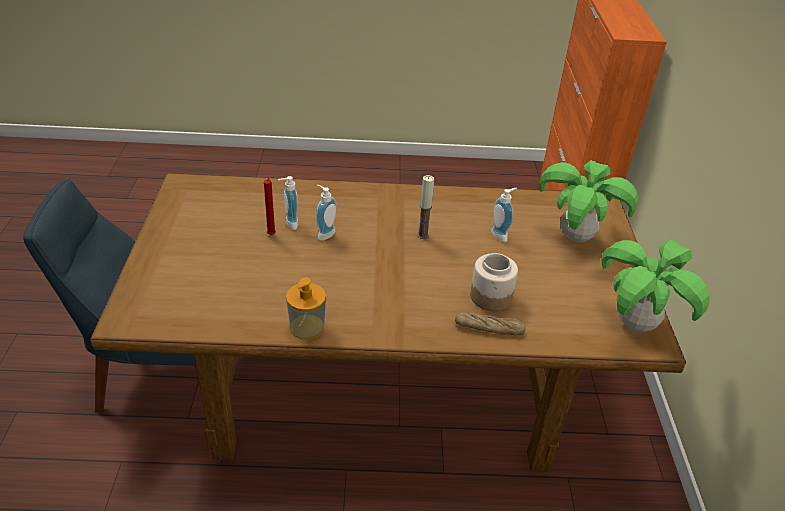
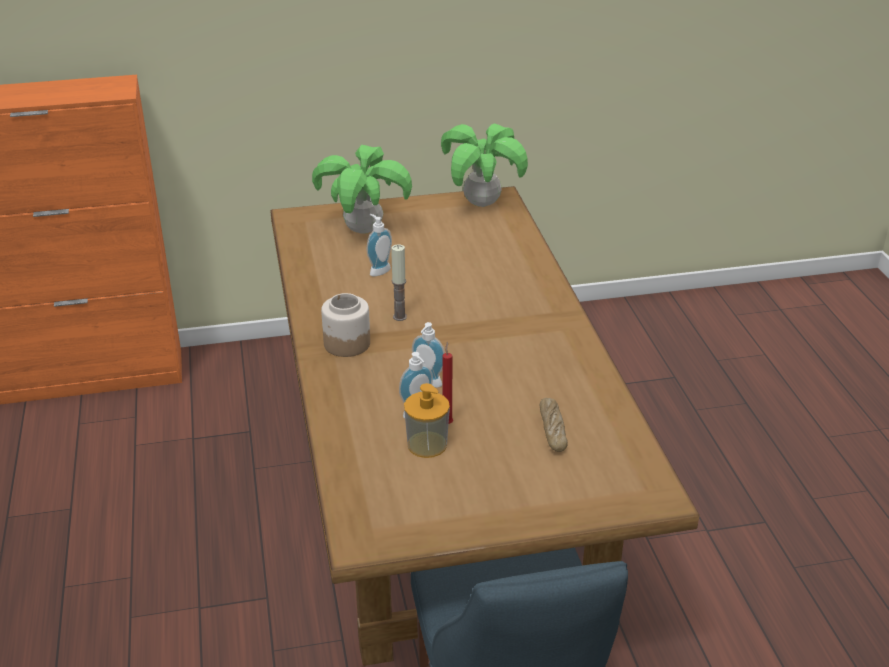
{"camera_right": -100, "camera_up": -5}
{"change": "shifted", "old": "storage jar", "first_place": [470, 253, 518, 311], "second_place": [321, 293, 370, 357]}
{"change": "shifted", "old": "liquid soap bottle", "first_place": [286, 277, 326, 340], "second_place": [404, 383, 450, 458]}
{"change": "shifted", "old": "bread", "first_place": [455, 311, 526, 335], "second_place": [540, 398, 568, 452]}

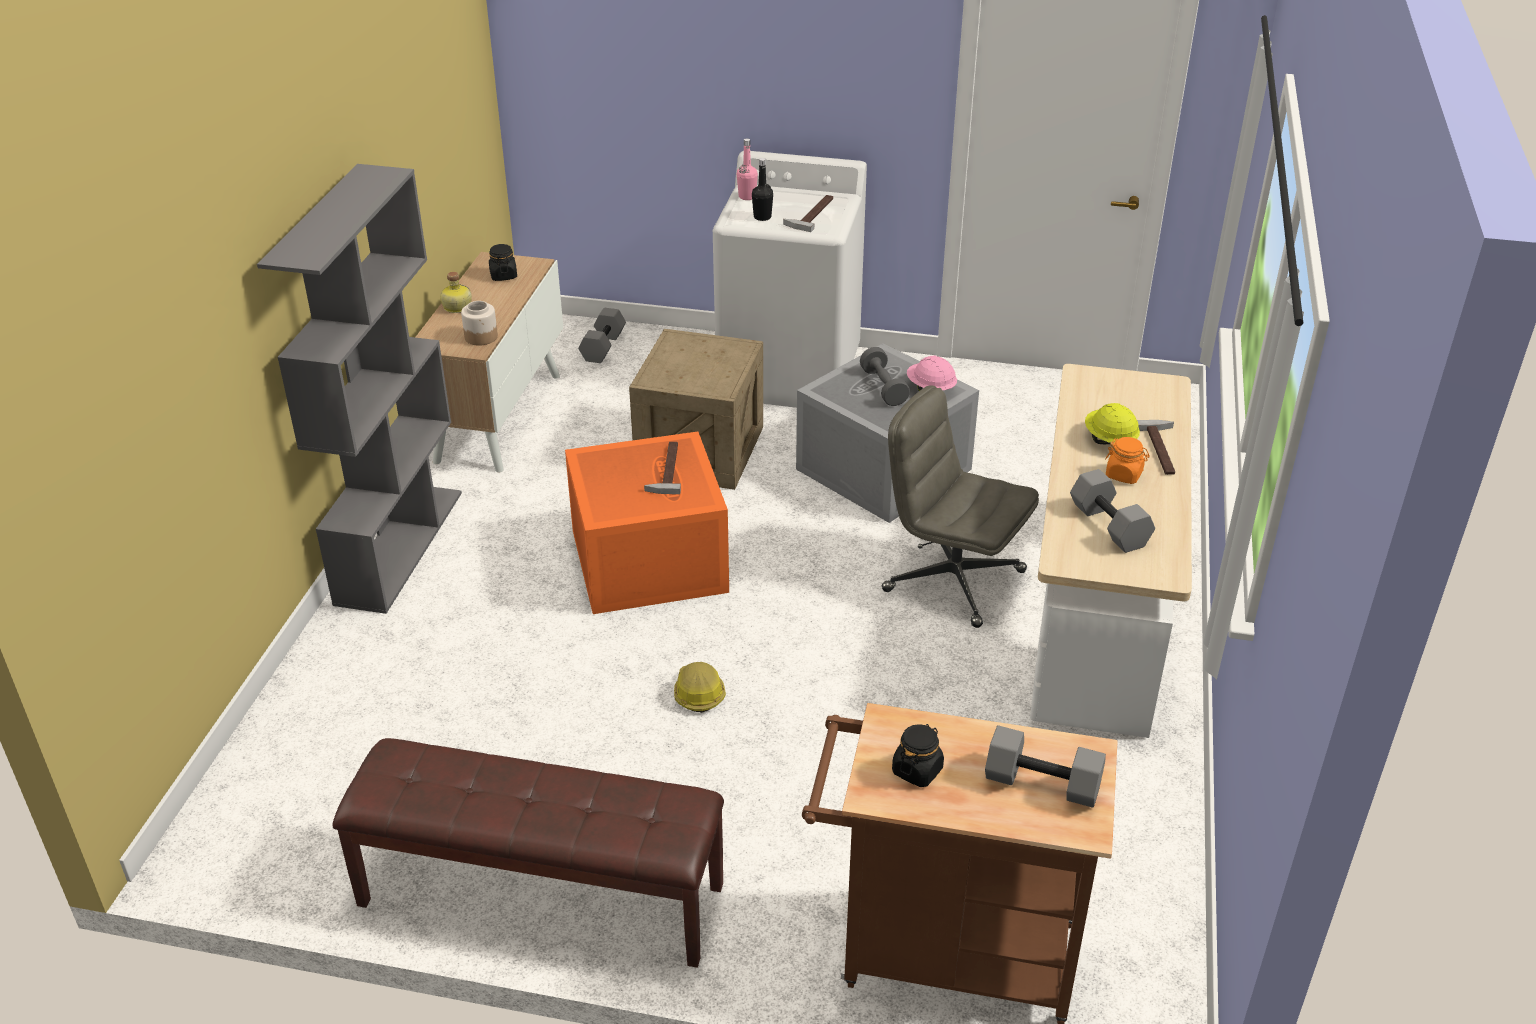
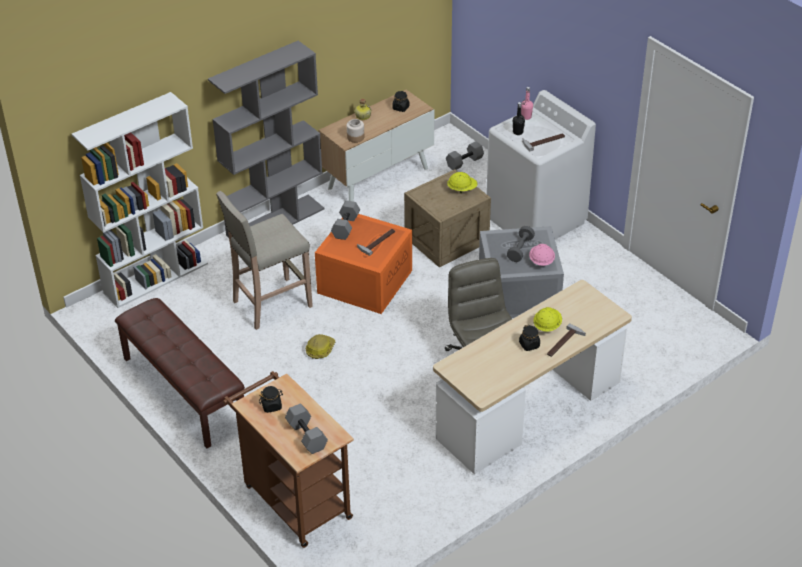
{"camera_right": 40, "camera_up": 5}
{"change": "new", "new": "whitish bookcase", "second_place": [72, 92, 208, 308]}
{"change": "new", "new": "beige-coloured stool seat", "second_place": [216, 191, 313, 330]}
{"change": "shifted", "old": "gray free weight", "first_place": [1070, 469, 1155, 553], "second_place": [331, 200, 360, 240]}
{"change": "new", "new": "yellow-coloured hard hat", "second_place": [447, 172, 478, 194]}
{"change": "repainted", "old": "orange storage jar", "new": "black-coloured storage jar", "first_place": [1105, 437, 1150, 484], "second_place": [519, 325, 540, 351]}

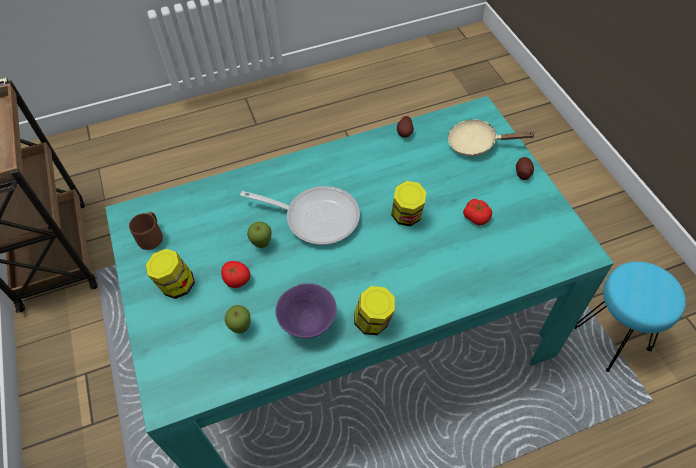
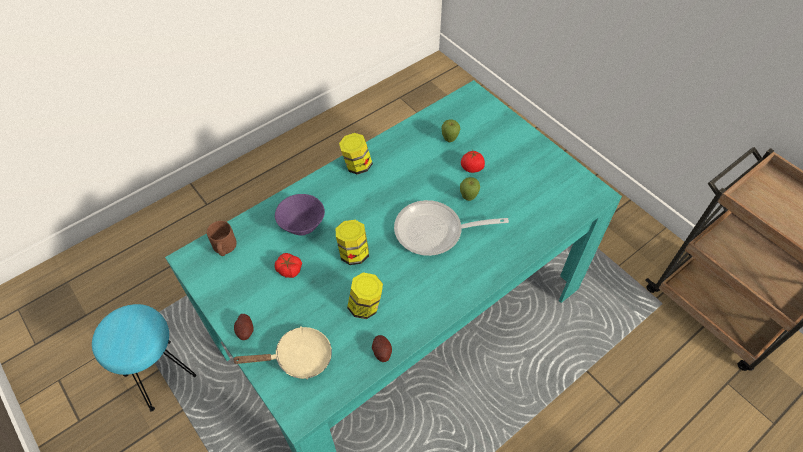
{"camera_right": 160, "camera_up": 0}
{"change": "shifted", "old": "brown tea mug", "first_place": [129, 212, 163, 250], "second_place": [207, 221, 237, 256]}
{"change": "shifted", "old": "purplish serving bowl", "first_place": [275, 283, 336, 338], "second_place": [275, 194, 325, 236]}
{"change": "shifted", "old": "storage jar", "first_place": [146, 249, 195, 299], "second_place": [347, 272, 383, 319]}

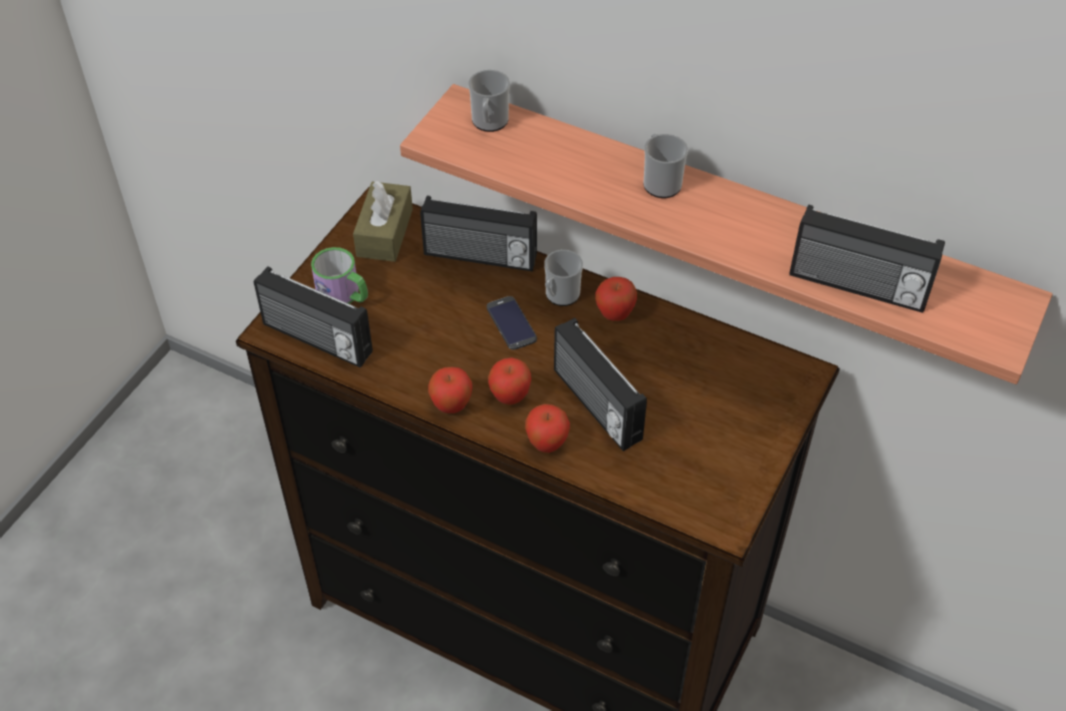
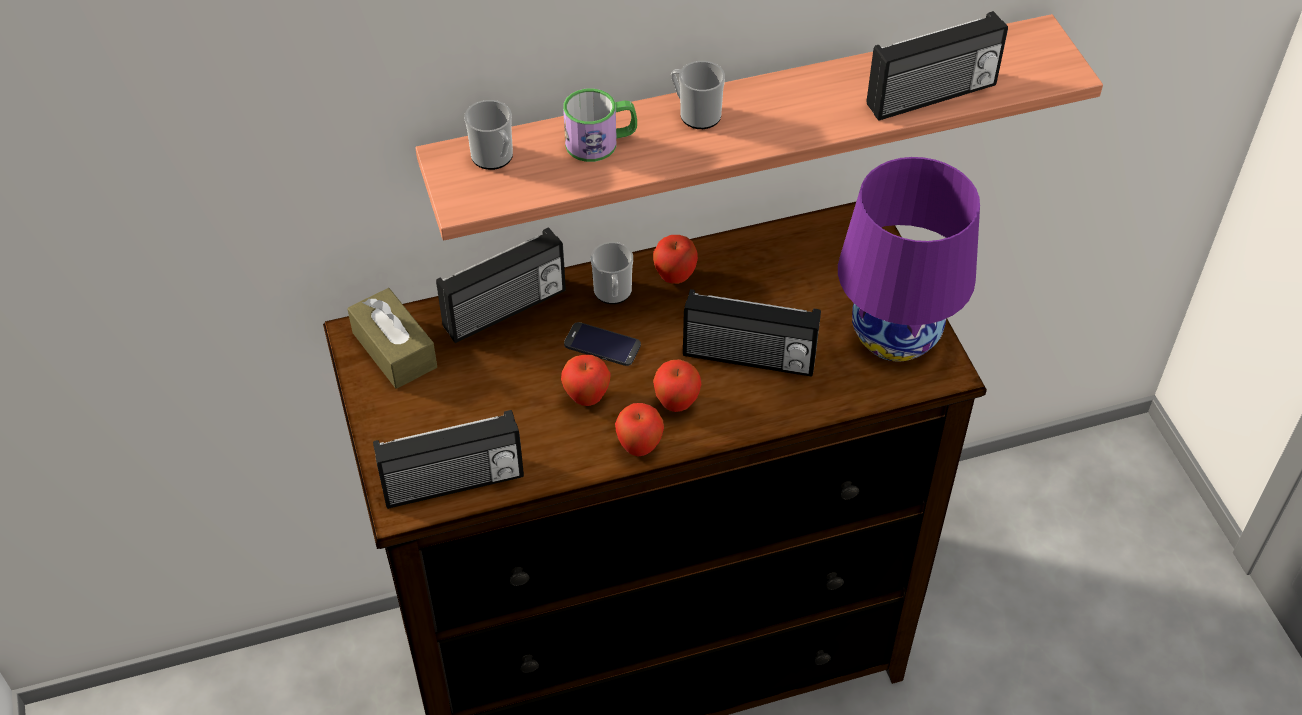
{"camera_right": -45, "camera_up": 0}
{"change": "shifted", "old": "apple fruit", "first_place": [525, 404, 570, 453], "second_place": [561, 355, 611, 406]}
{"change": "shifted", "old": "tea mug", "first_place": [311, 247, 368, 304], "second_place": [563, 88, 637, 162]}
{"change": "new", "new": "purplish table lamp", "second_place": [838, 157, 980, 362]}

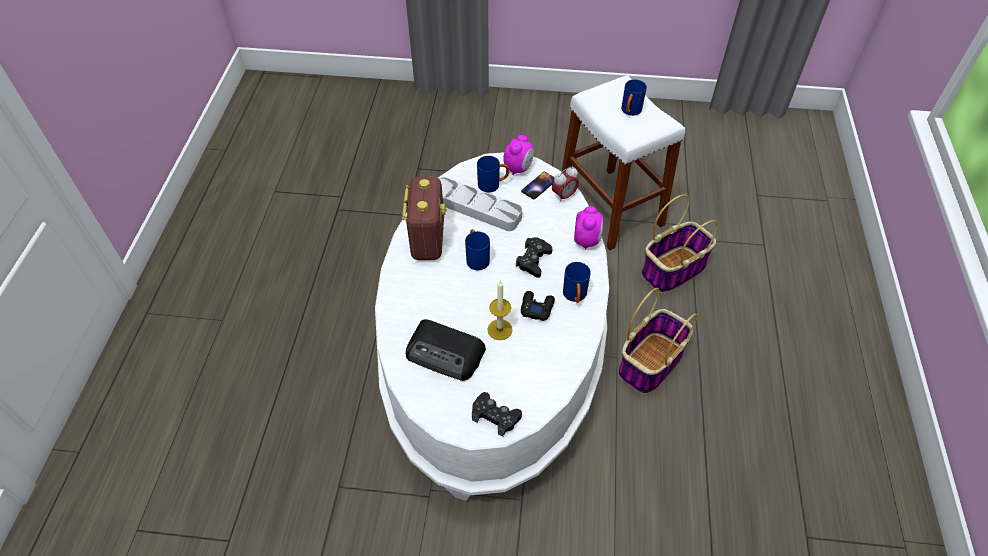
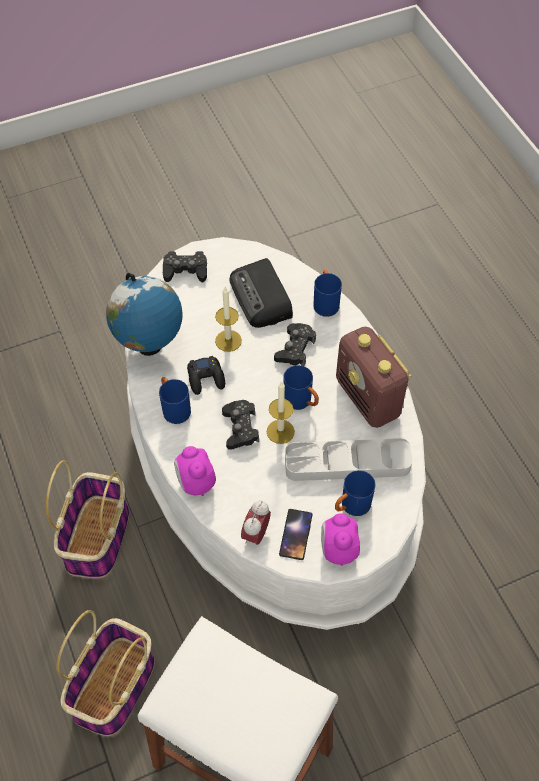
{"camera_right": 150, "camera_up": 5}
{"change": "new", "new": "desk globe", "second_place": [106, 273, 183, 356]}
{"change": "rotated", "old": "radio set", "first_place": [406, 319, 486, 381], "second_place": [229, 258, 293, 328], "degrees": -105}
{"change": "new", "new": "candle", "second_place": [267, 381, 295, 444]}
{"change": "new", "new": "black-coloured gamepad", "second_place": [274, 323, 316, 366]}
{"change": "shifted", "old": "blue tea mug", "first_place": [621, 79, 647, 116], "second_place": [313, 270, 342, 317]}

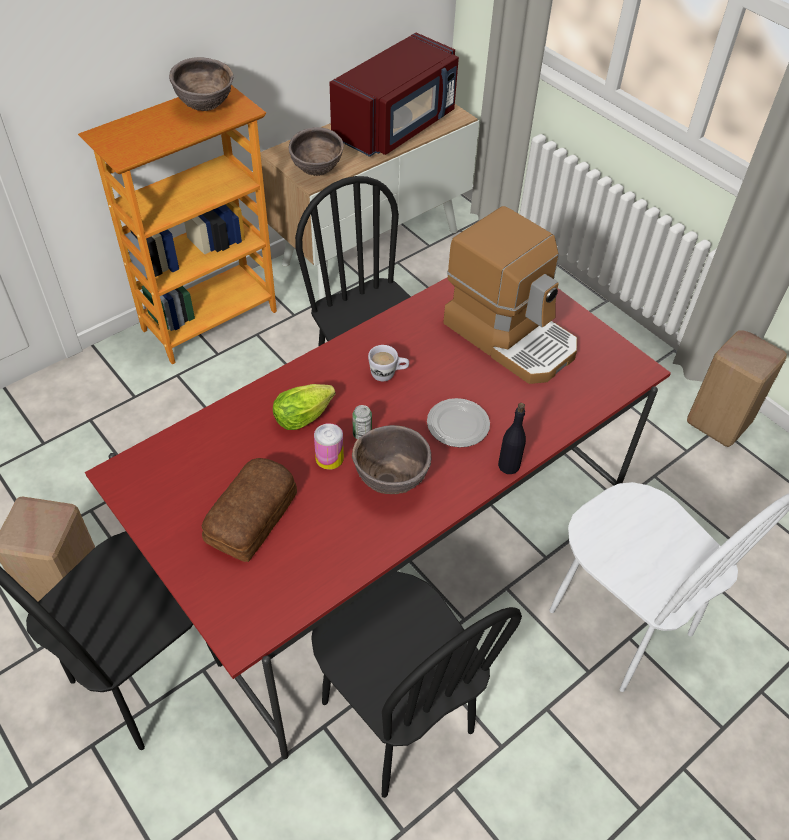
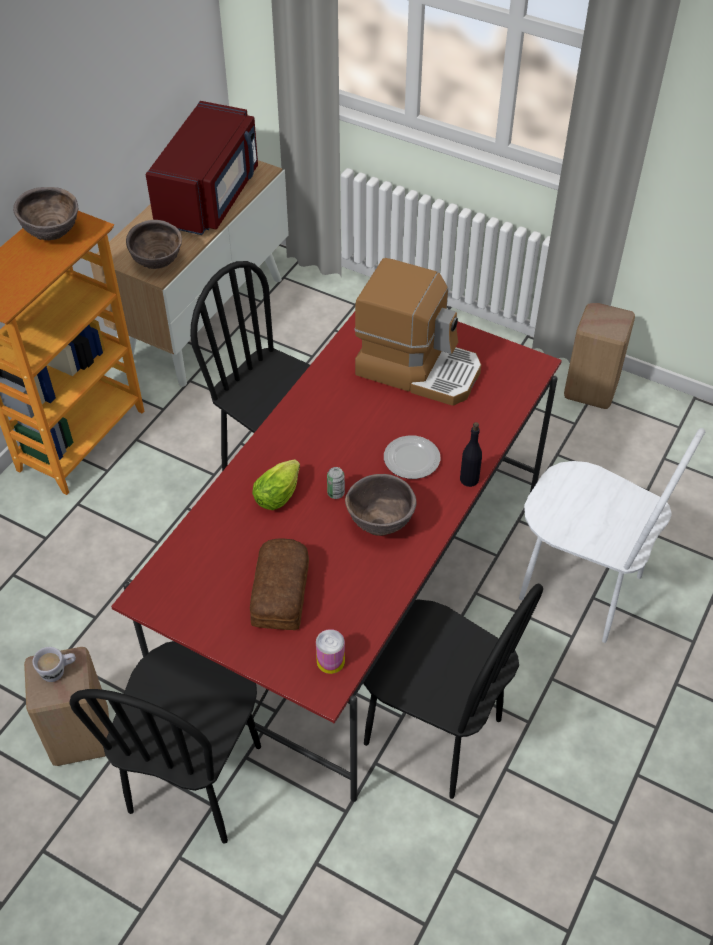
{"camera_right": -20, "camera_up": 0}
{"change": "shifted", "old": "whitish tea mug", "first_place": [368, 345, 409, 382], "second_place": [33, 647, 76, 682]}
{"change": "shifted", "old": "sealed can", "first_place": [314, 423, 344, 470], "second_place": [316, 629, 345, 674]}

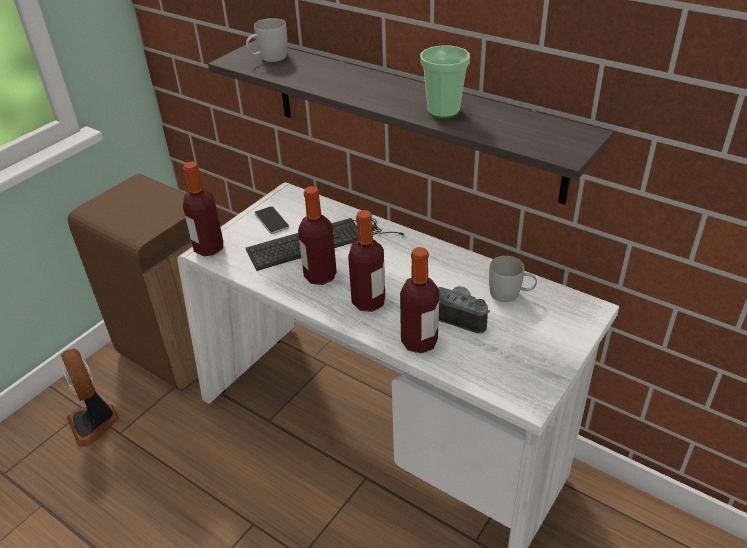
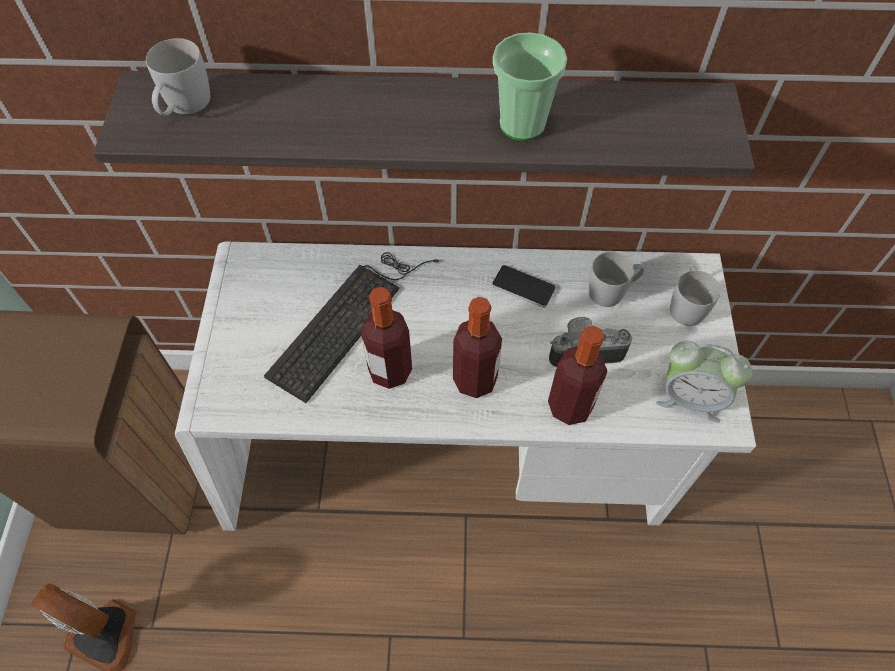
{"camera_right": -35, "camera_up": 20}
{"change": "shifted", "old": "telephone", "first_place": [255, 206, 289, 234], "second_place": [492, 265, 556, 308]}
{"change": "new", "new": "table clock", "second_place": [656, 341, 753, 423]}
{"change": "new", "new": "whitish tea mug", "second_place": [670, 266, 721, 326]}
{"change": "gone", "old": "beverage bottle", "first_place": [183, 162, 223, 256]}

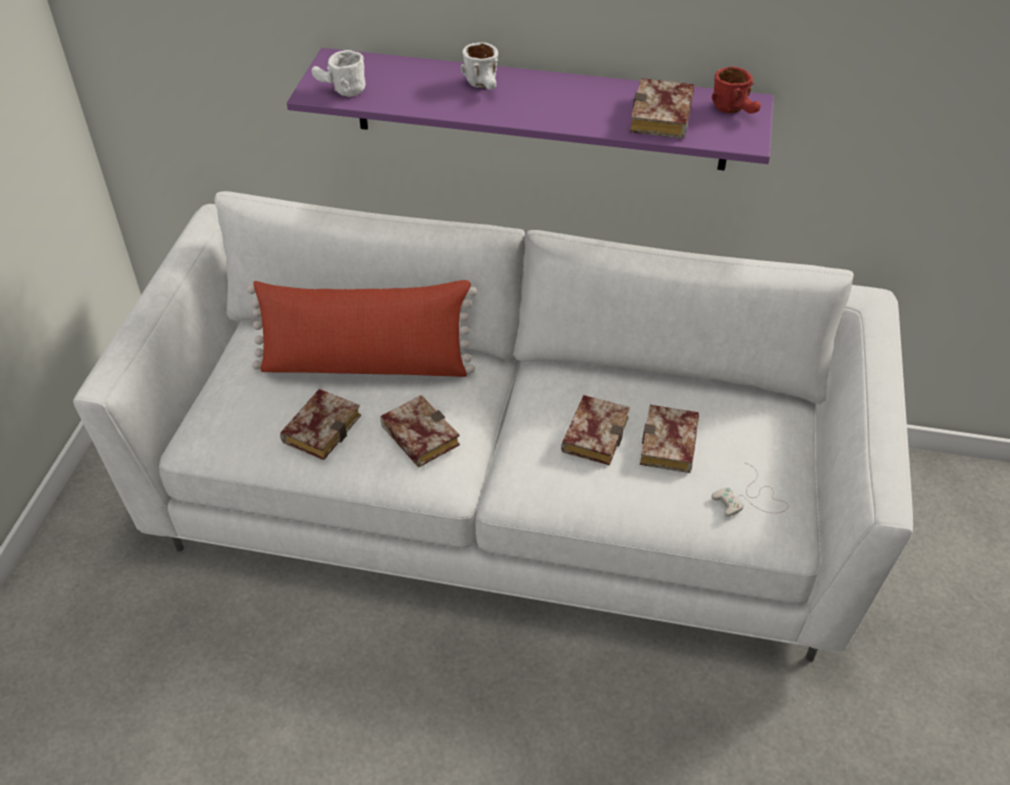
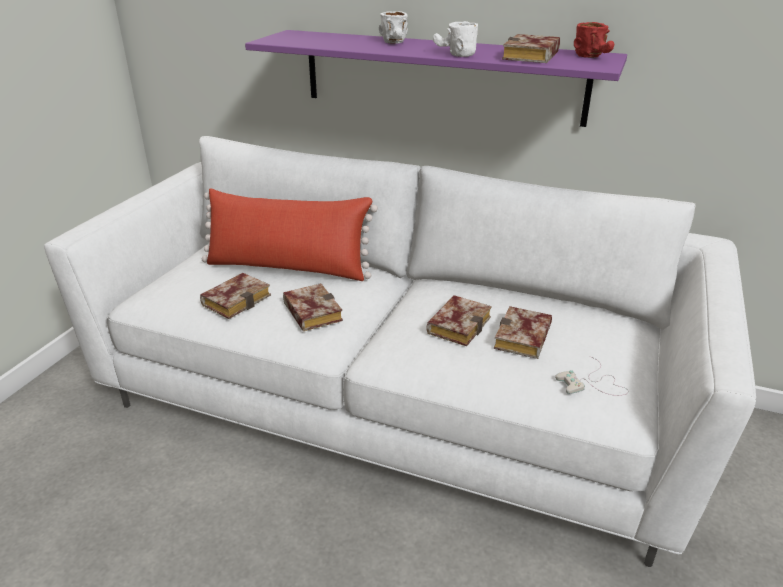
{"camera_right": 10, "camera_up": -15}
{"change": "shifted", "old": "whitish tea mug", "first_place": [312, 50, 365, 97], "second_place": [433, 21, 478, 57]}

